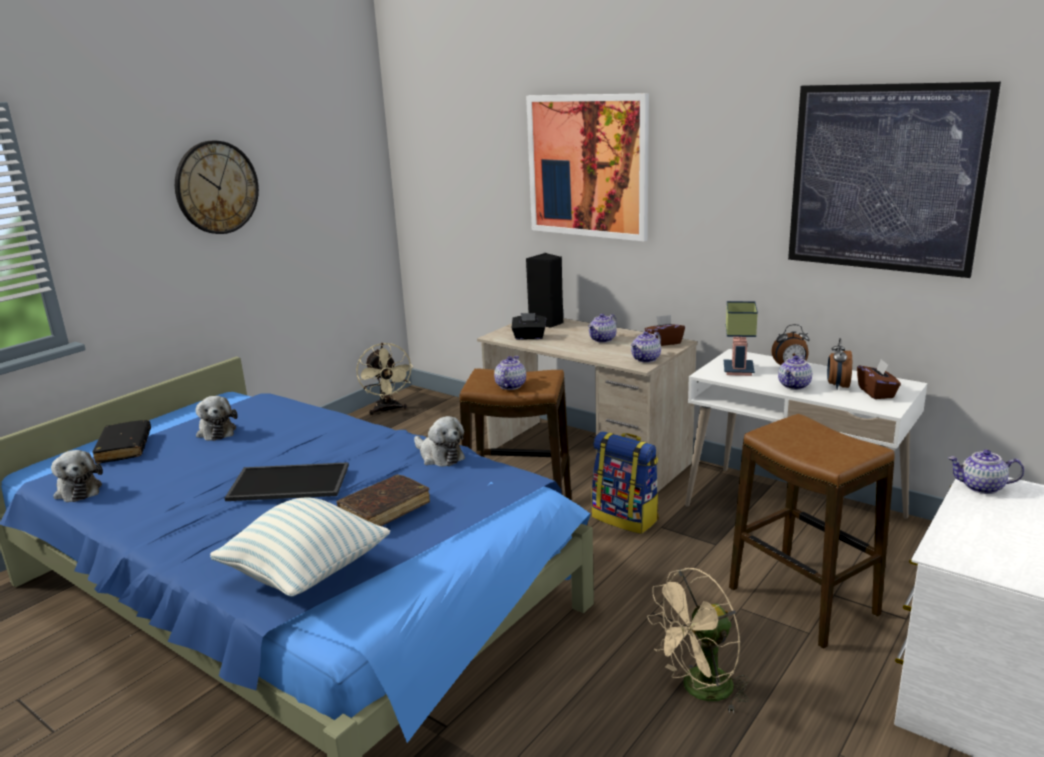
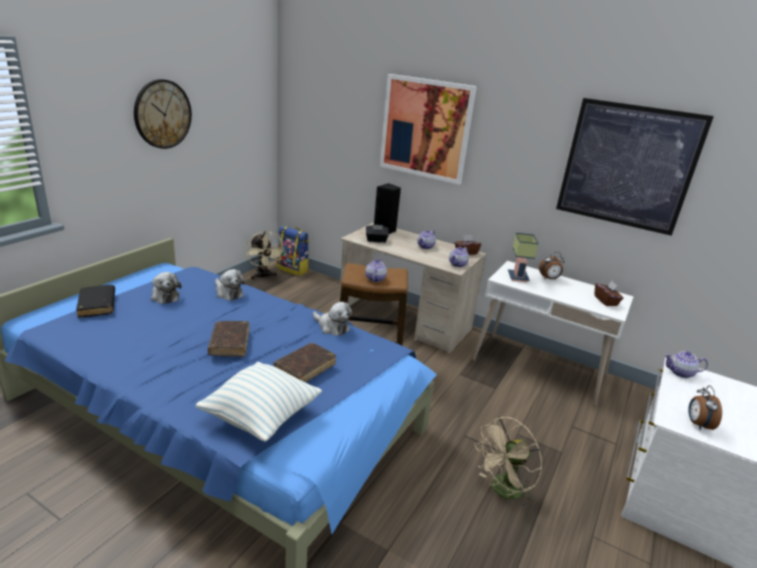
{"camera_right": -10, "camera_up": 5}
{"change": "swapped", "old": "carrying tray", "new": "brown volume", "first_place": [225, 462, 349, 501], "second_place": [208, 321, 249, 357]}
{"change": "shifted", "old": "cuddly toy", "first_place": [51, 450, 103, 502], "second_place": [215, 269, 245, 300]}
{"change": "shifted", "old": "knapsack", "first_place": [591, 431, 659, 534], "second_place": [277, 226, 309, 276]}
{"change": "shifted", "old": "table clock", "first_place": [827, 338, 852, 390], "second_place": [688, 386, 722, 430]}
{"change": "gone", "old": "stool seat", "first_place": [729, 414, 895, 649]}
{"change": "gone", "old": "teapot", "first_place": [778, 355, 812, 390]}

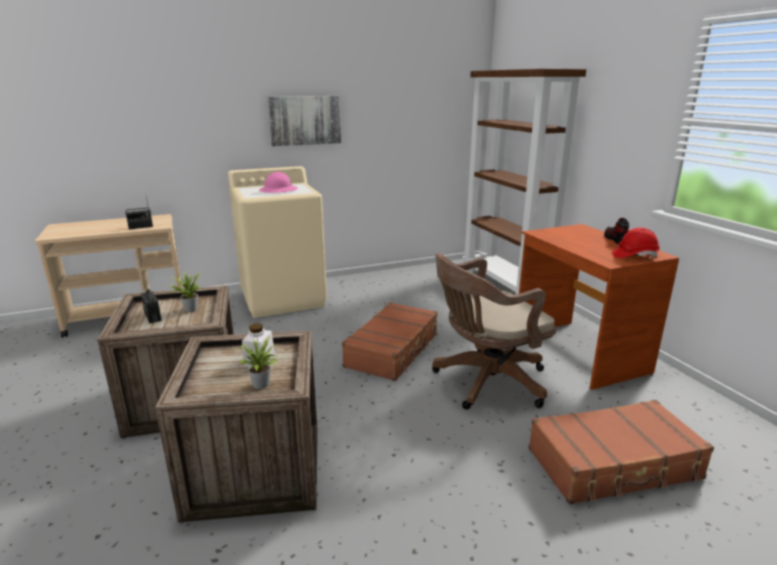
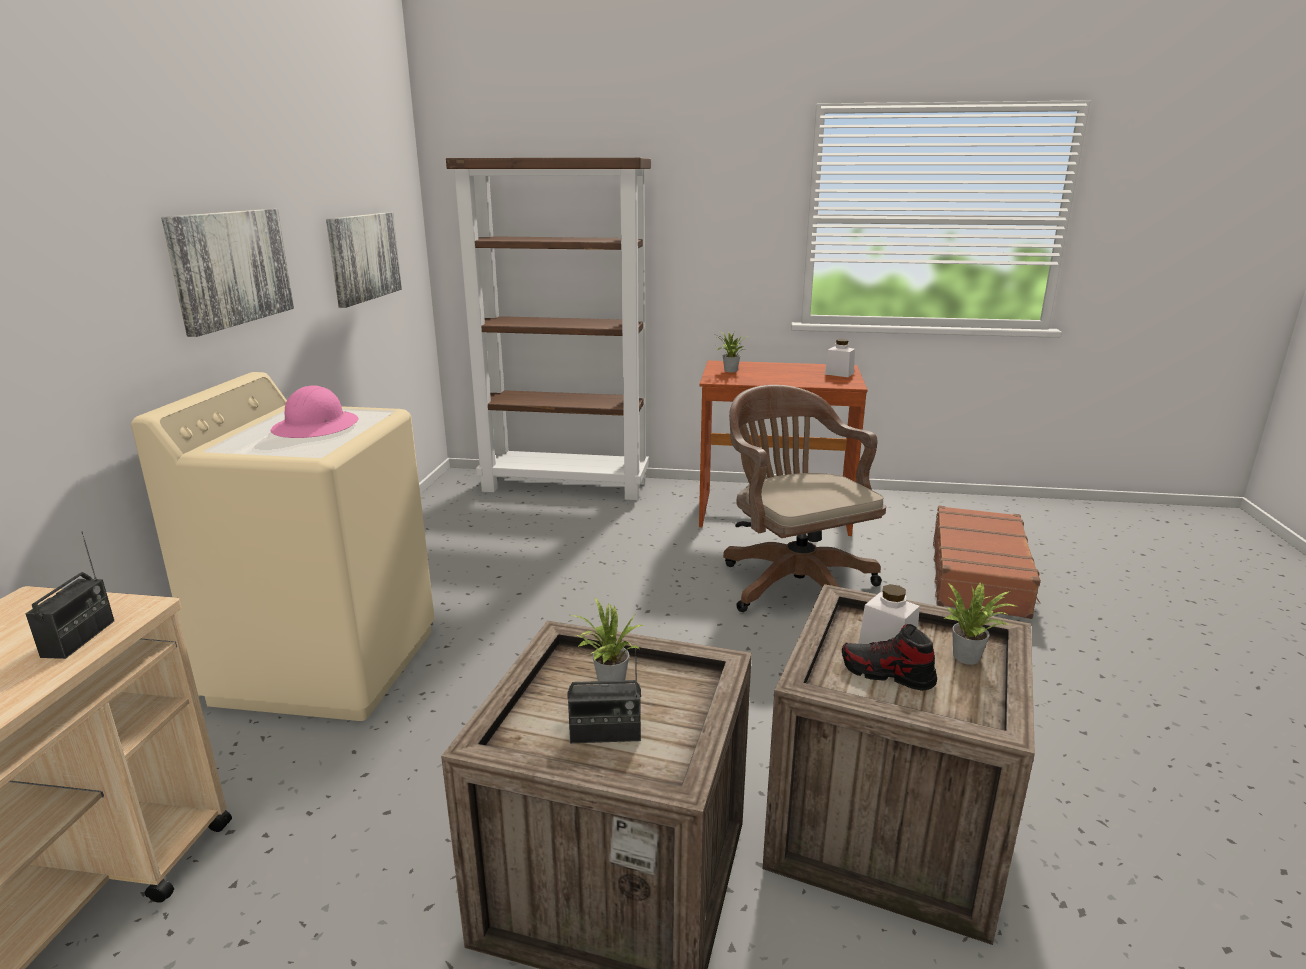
{"camera_right": -60, "camera_up": 0}
{"change": "new", "new": "wall art", "second_place": [326, 212, 402, 308]}
{"change": "new", "new": "houseplant", "second_place": [714, 331, 748, 372]}
{"change": "rotated", "old": "brown office chair", "first_place": [432, 254, 556, 410], "second_place": [723, 385, 886, 612], "degrees": 150}
{"change": "swapped", "old": "red-coloured hard hat", "new": "whitish storage jar", "first_place": [612, 227, 660, 258], "second_place": [825, 339, 855, 377]}
{"change": "shifted", "old": "shoe", "first_place": [604, 218, 629, 244], "second_place": [842, 624, 937, 691]}
{"change": "gone", "old": "brown piece of luggage", "first_place": [342, 302, 438, 381]}

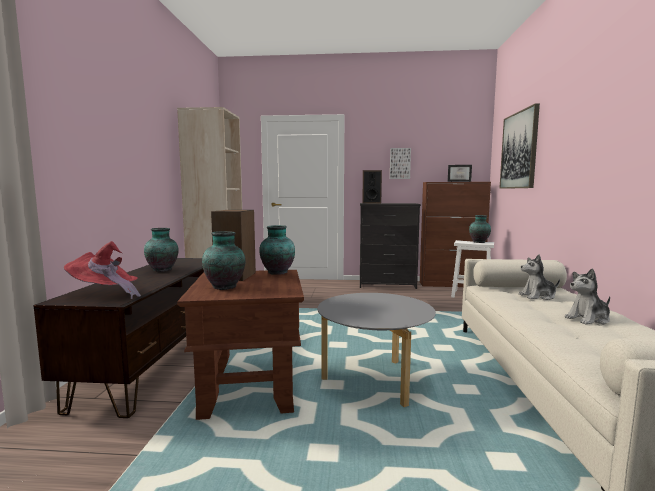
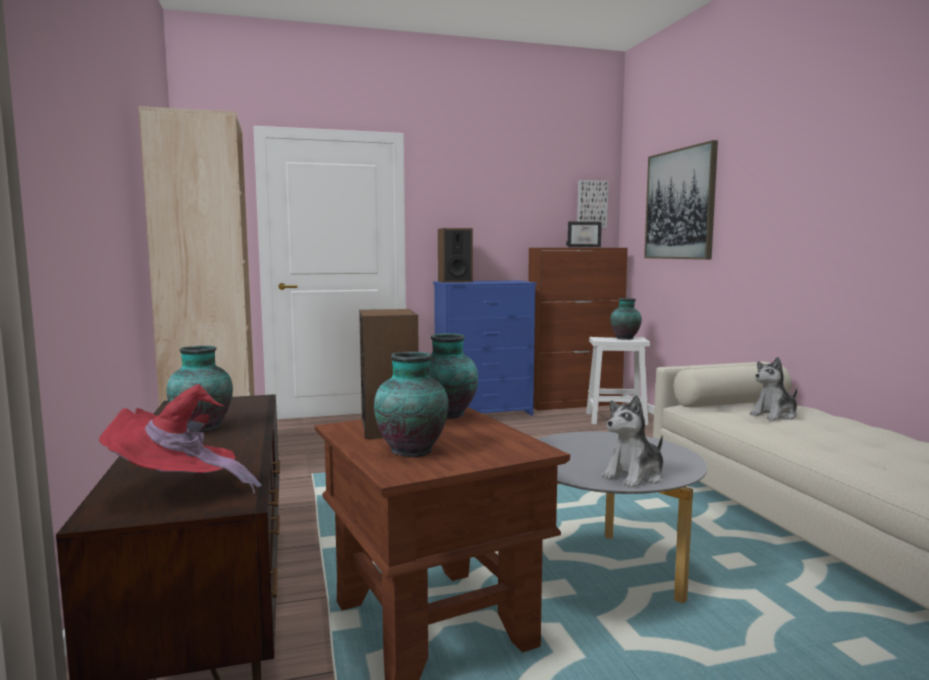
{"camera_right": -20, "camera_up": 0}
{"change": "repainted", "old": "black-coloured dresser", "new": "blue dresser", "first_place": [360, 203, 421, 289], "second_place": [433, 280, 537, 416]}
{"change": "shifted", "old": "wall art", "first_place": [390, 148, 411, 179], "second_place": [577, 180, 608, 228]}
{"change": "shifted", "old": "cuddly toy", "first_place": [565, 268, 610, 325], "second_place": [601, 395, 664, 488]}

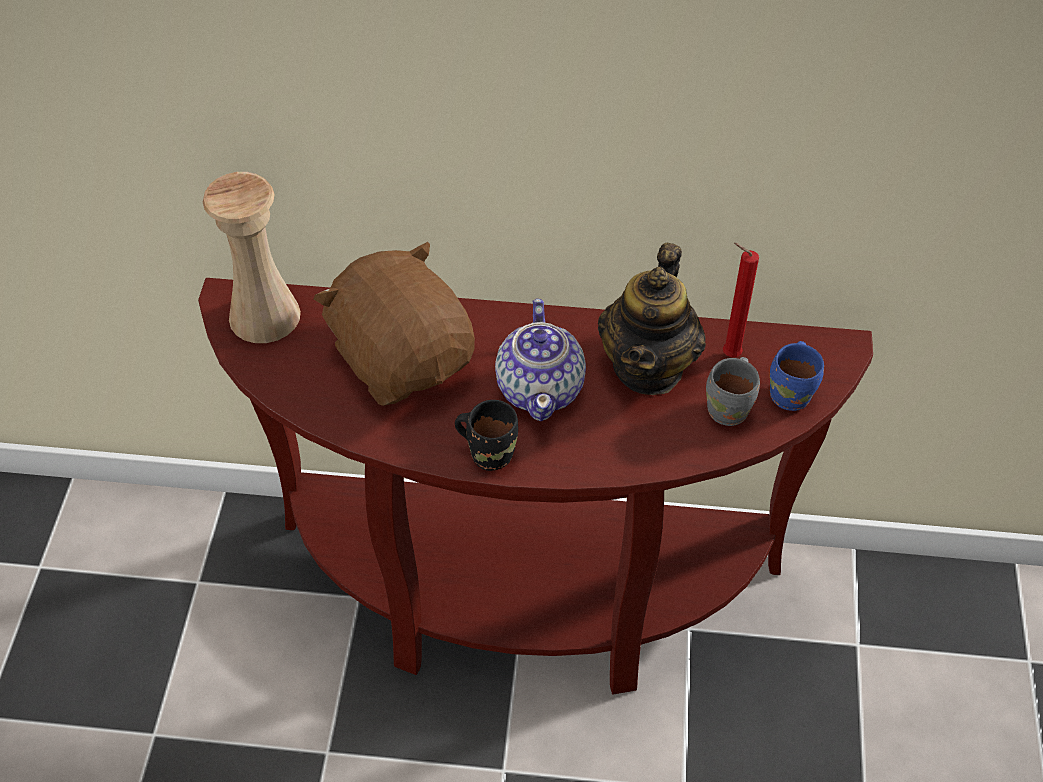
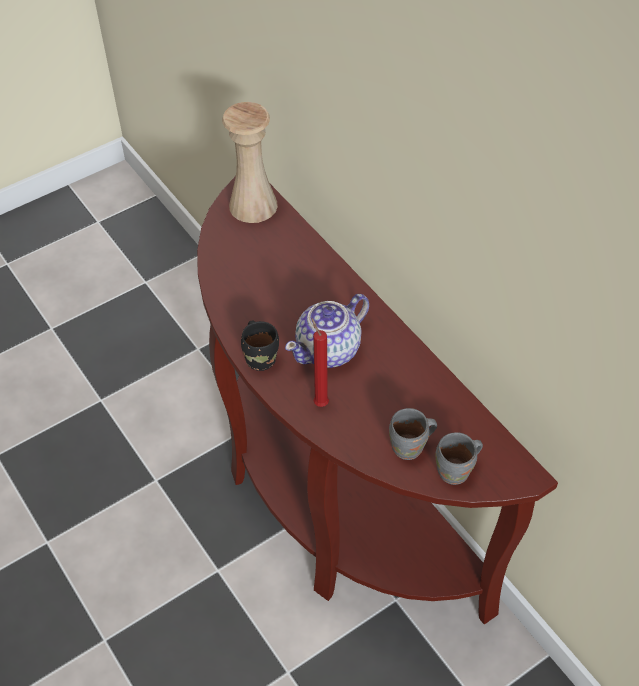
{"camera_right": 50, "camera_up": 0}
{"change": "shifted", "old": "red-coloured candle", "first_place": [723, 243, 759, 357], "second_place": [311, 318, 329, 407]}
{"change": "repainted", "old": "blue tea mug", "new": "gray tea mug", "first_place": [770, 341, 824, 411], "second_place": [435, 432, 483, 485]}
{"change": "gone", "old": "brown cuddly toy", "first_place": [314, 242, 475, 406]}
{"change": "gone", "old": "teapot", "first_place": [598, 243, 706, 395]}

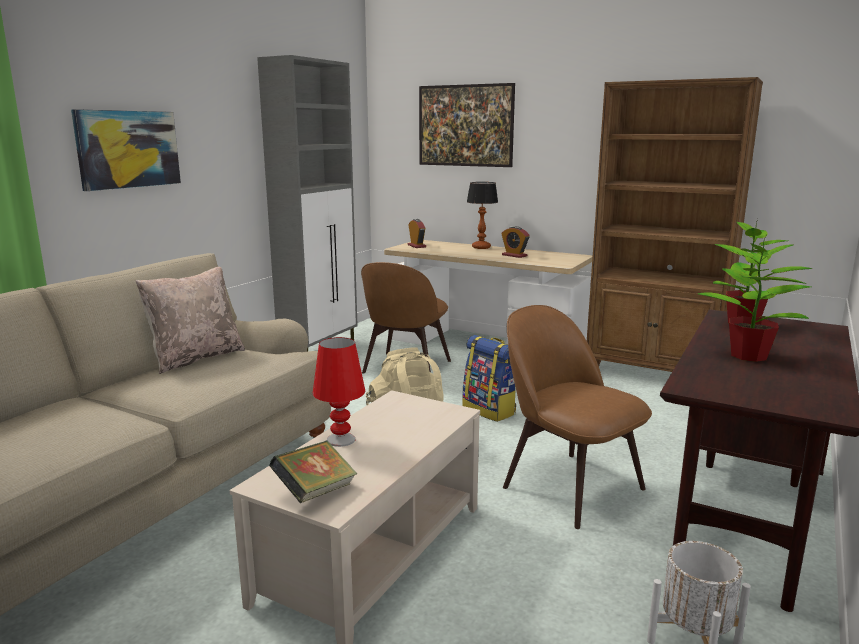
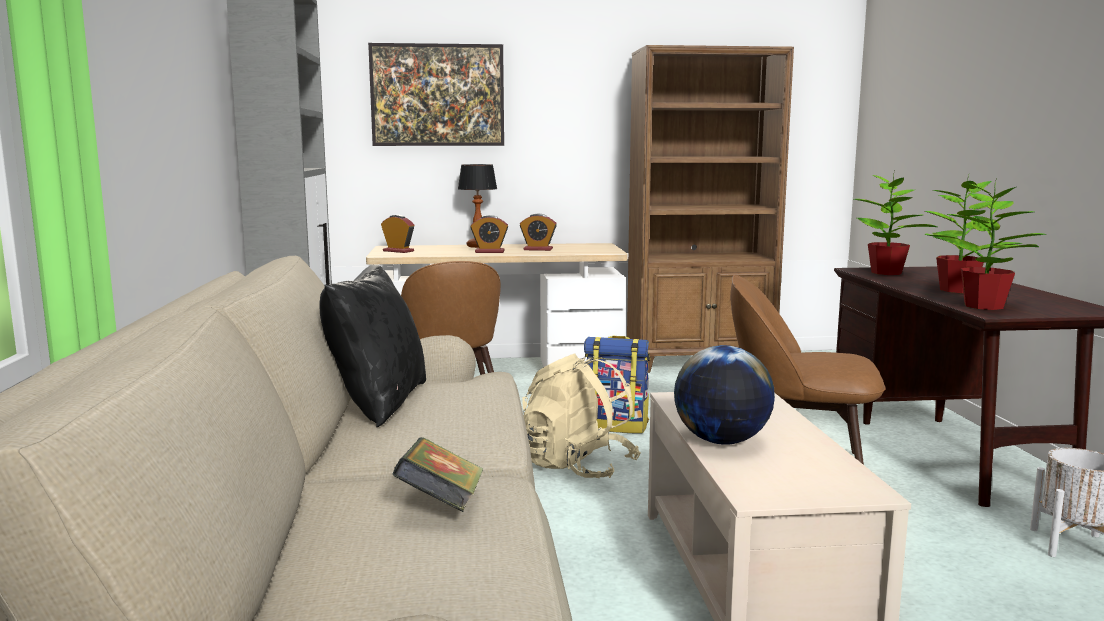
{"camera_right": -35, "camera_up": -5}
{"change": "repainted", "old": "beige-coloured pillow", "new": "black-coloured pillow", "first_place": [135, 267, 245, 374], "second_place": [319, 264, 426, 427]}
{"change": "shifted", "old": "volume", "first_place": [269, 440, 357, 503], "second_place": [392, 437, 483, 512]}
{"change": "new", "new": "table clock", "second_place": [470, 215, 508, 253]}
{"change": "swapped", "old": "red-coloured table lamp", "new": "desk globe", "first_place": [313, 337, 365, 447], "second_place": [674, 345, 775, 445]}
{"change": "new", "new": "houseplant", "second_place": [934, 177, 1047, 310]}
{"change": "gone", "old": "wall art", "first_place": [71, 109, 181, 191]}

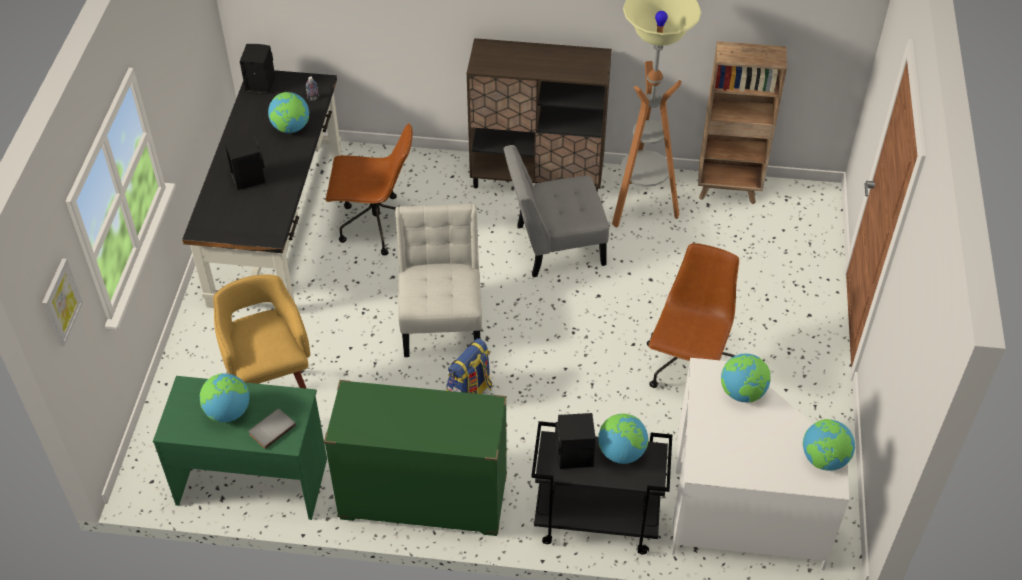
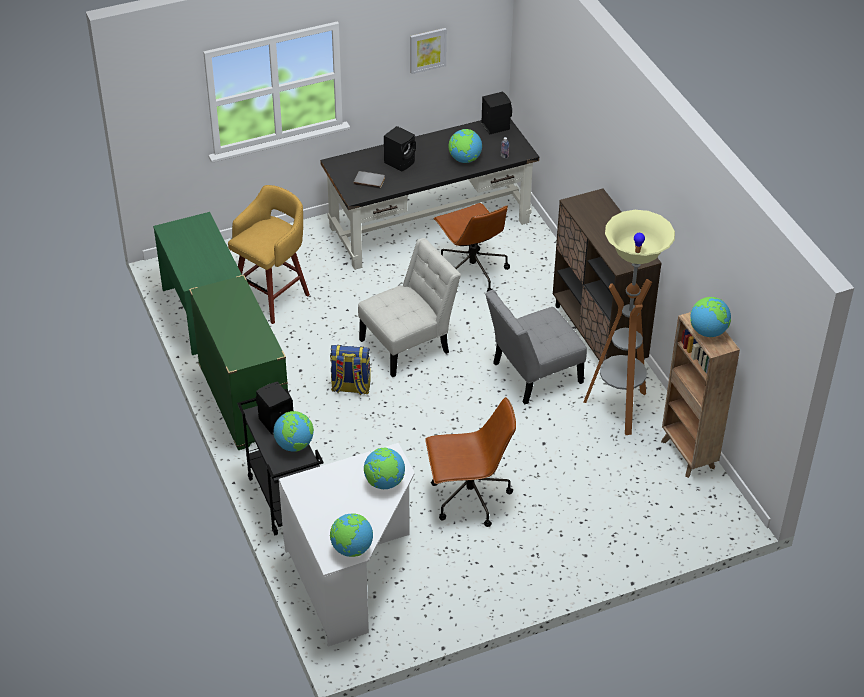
{"camera_right": 60, "camera_up": -5}
{"change": "shifted", "old": "gray volume", "first_place": [249, 409, 296, 449], "second_place": [354, 171, 385, 189]}
{"change": "shifted", "old": "wall art", "first_place": [42, 258, 83, 346], "second_place": [410, 28, 447, 74]}
{"change": "rotated", "old": "gray upright chair", "first_place": [504, 145, 609, 277], "second_place": [485, 290, 587, 405], "degrees": -75}
{"change": "shifted", "old": "desk globe", "first_place": [200, 373, 249, 422], "second_place": [690, 297, 731, 337]}

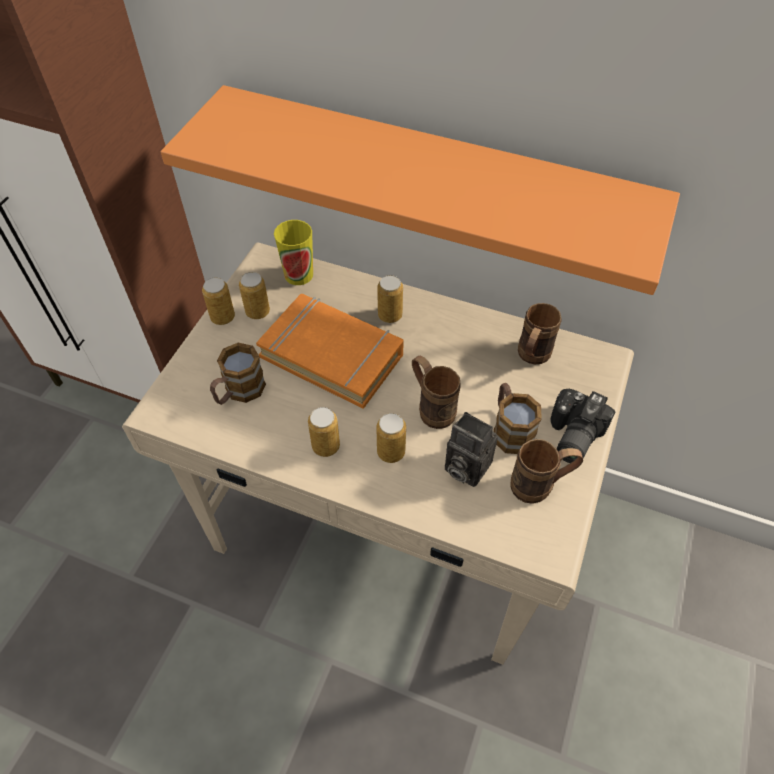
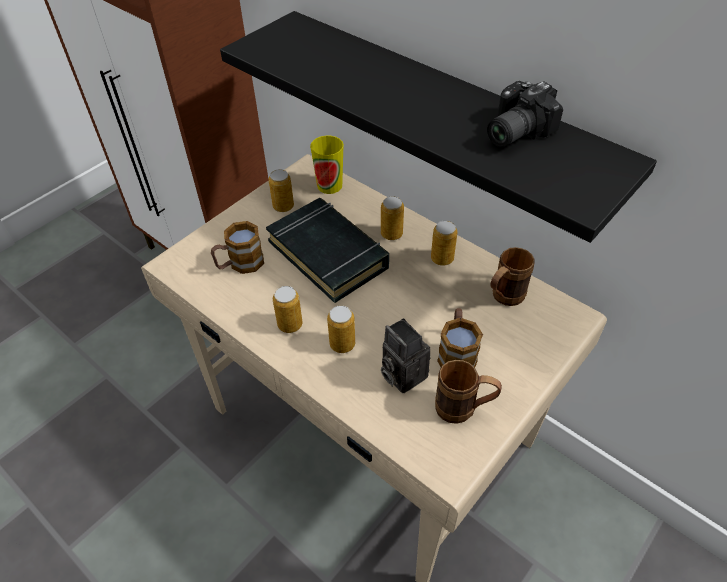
{"camera_right": 20, "camera_up": -5}
{"change": "repainted", "old": "orange wall shelf", "new": "black-coloured wall shelf", "first_place": [161, 85, 680, 295], "second_place": [220, 11, 657, 243]}
{"change": "repainted", "old": "orange volume", "new": "black-coloured volume", "first_place": [256, 294, 404, 409], "second_place": [266, 198, 389, 303]}
{"change": "shifted", "old": "sealed can", "first_place": [202, 277, 235, 325], "second_place": [431, 221, 458, 266]}
{"change": "shifted", "old": "still camera", "first_place": [550, 389, 615, 463], "second_place": [487, 81, 563, 147]}
{"change": "gone", "old": "brown tea mug", "first_place": [412, 356, 461, 429]}

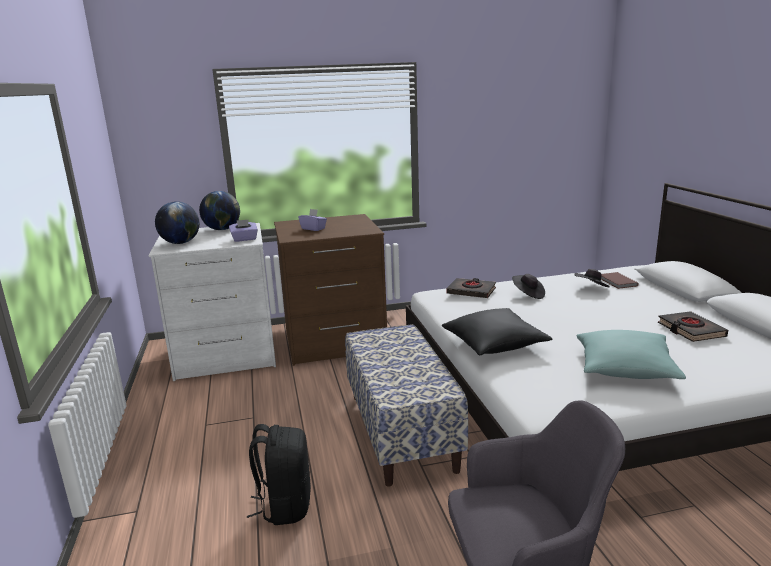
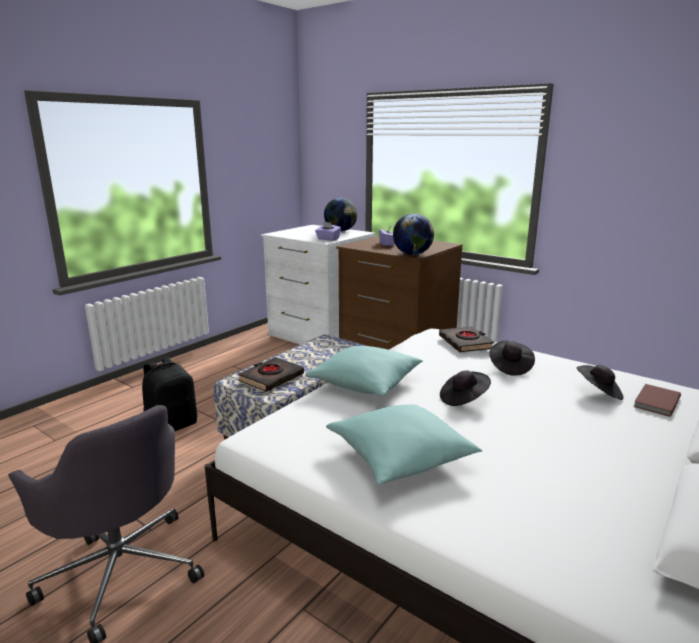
{"camera_right": 50, "camera_up": 0}
{"change": "shifted", "old": "black-coloured volume", "first_place": [658, 311, 728, 342], "second_place": [238, 357, 304, 392]}
{"change": "repainted", "old": "black-coloured pillow", "new": "turquoise pillow", "first_place": [442, 308, 552, 355], "second_place": [305, 346, 423, 396]}
{"change": "shifted", "old": "desk globe", "first_place": [155, 201, 200, 244], "second_place": [393, 213, 434, 255]}
{"change": "new", "new": "black-coloured hat", "second_place": [440, 370, 491, 406]}

